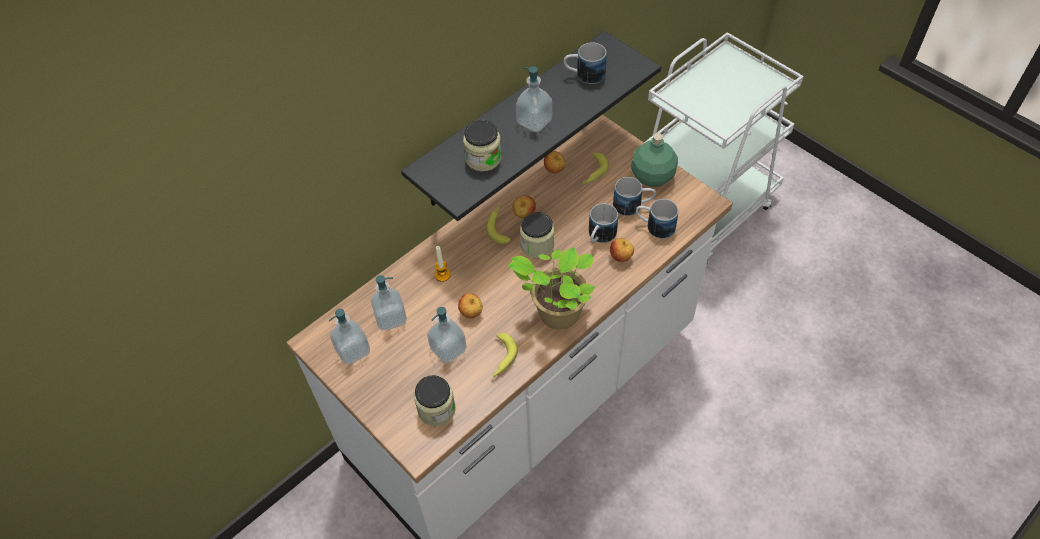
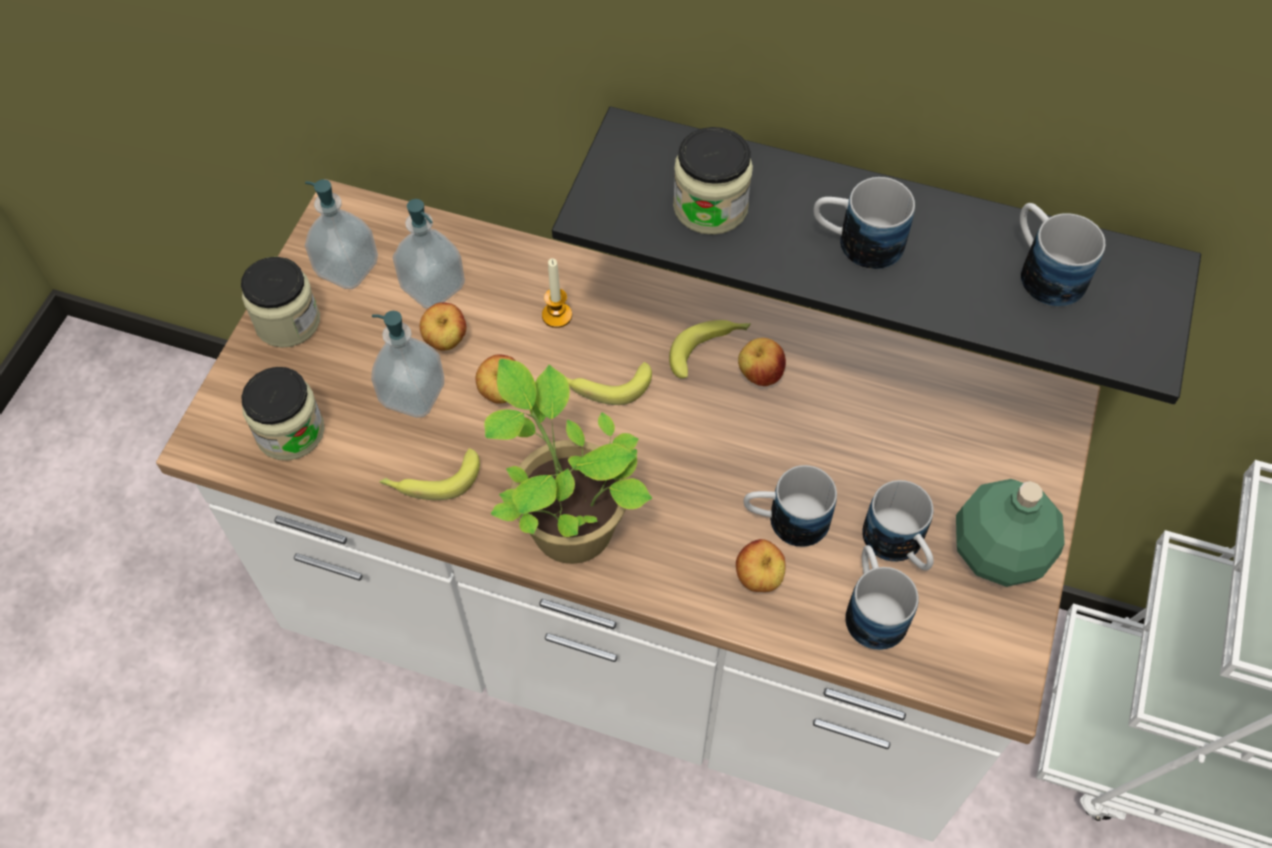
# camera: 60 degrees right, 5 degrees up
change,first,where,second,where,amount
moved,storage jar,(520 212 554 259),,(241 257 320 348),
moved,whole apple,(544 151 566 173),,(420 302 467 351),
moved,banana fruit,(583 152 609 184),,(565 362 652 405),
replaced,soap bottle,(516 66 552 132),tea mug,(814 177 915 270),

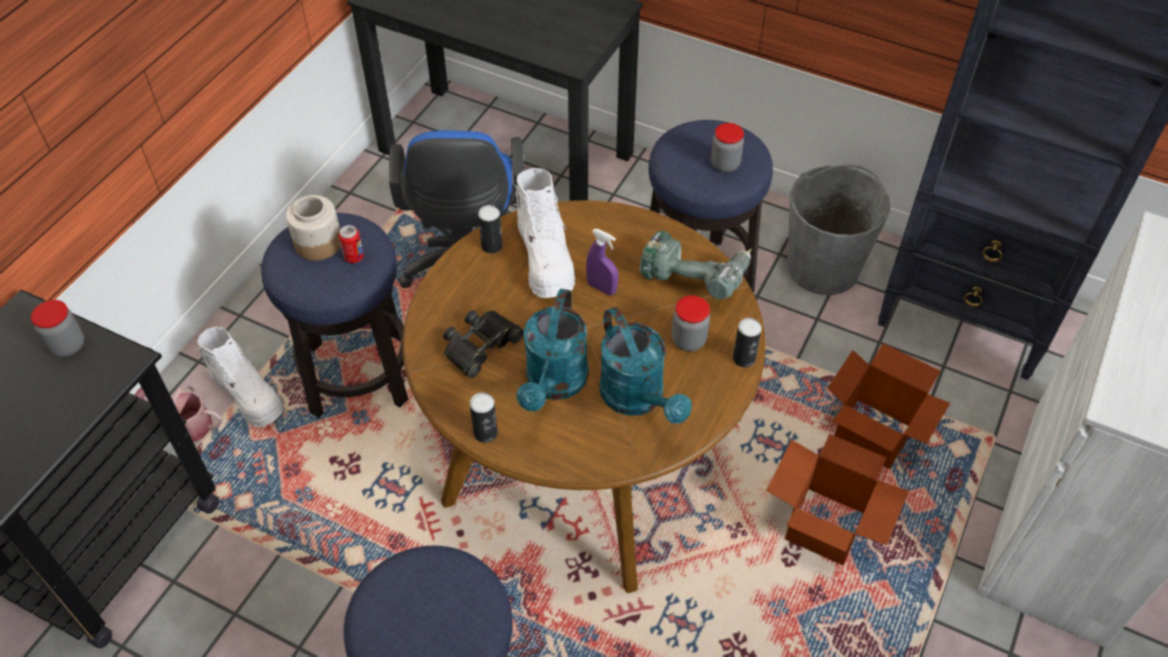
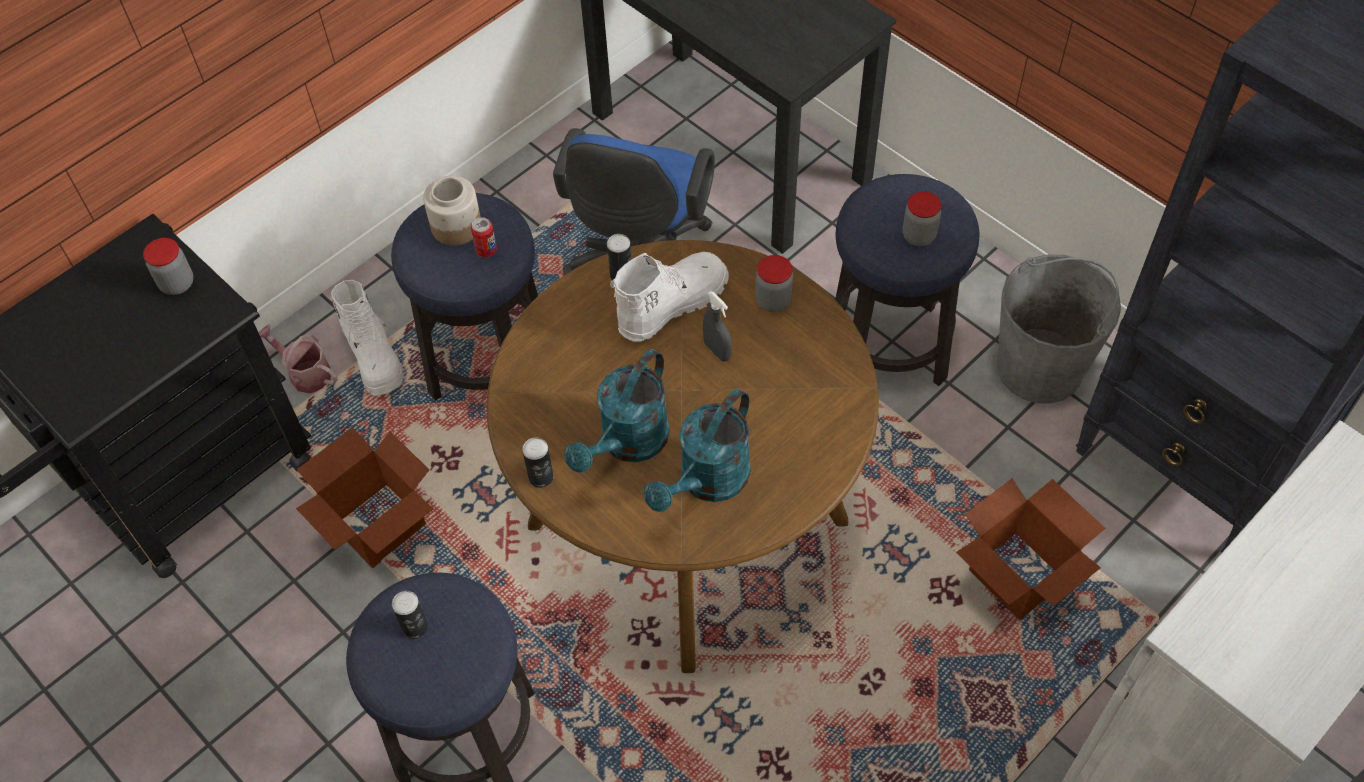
# camera: 20 degrees right, 5 degrees up
change,first,where,second,where,amount
removed,black binoculars,(443 310 524 378),,,
removed,power drill,(639 231 751 299),,,
moved,storage jar,(672 295 710 351),,(755 255 793 312),
moved,can,(733 318 762 367),,(392 591 428 639),
moved,carton,(766 434 909 565),,(296 427 433 568),
recoloured,purple-coloured hand sprayer,(586 229 618 295),greyish hand sprayer,(703 291 732 362),
turned,whitish boot,(514 168 575 298),,(610 252 729 342),135 degrees counterclockwise
turned,turquoise-coloured sprinkling can,(599 307 692 424),,(644 389 751 512),45 degrees clockwise

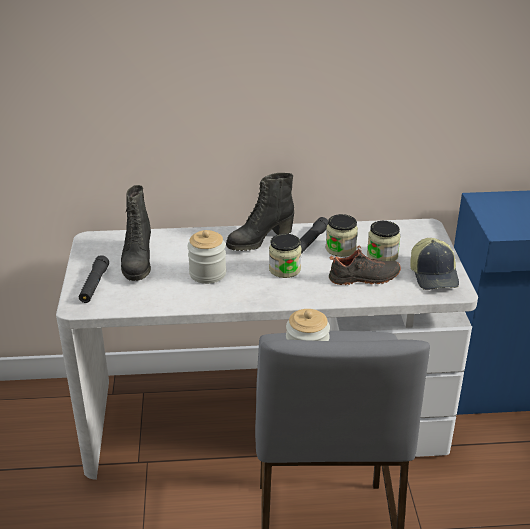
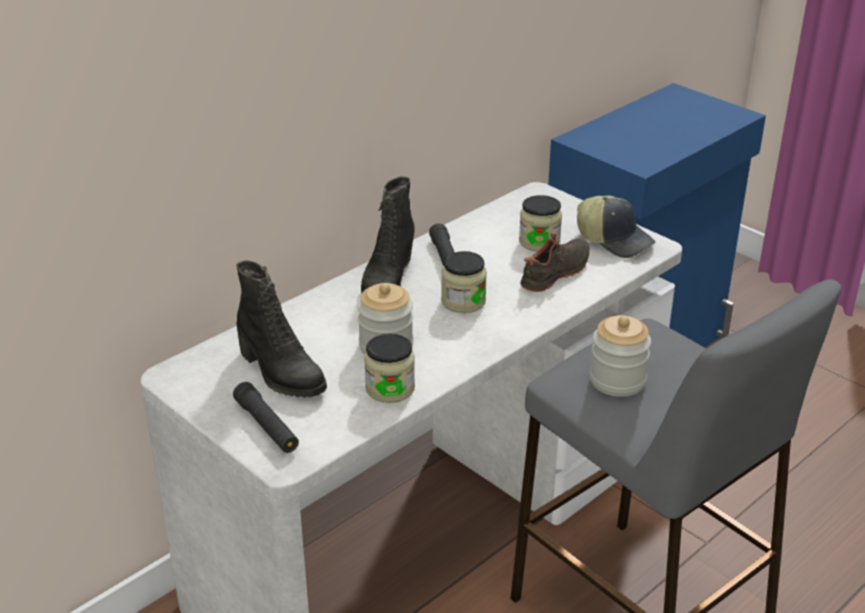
# camera: 40 degrees left, 0 degrees up
change,first,where,second,where,amount
moved,storage jar,(326 214 358 257),,(364 334 415 403),

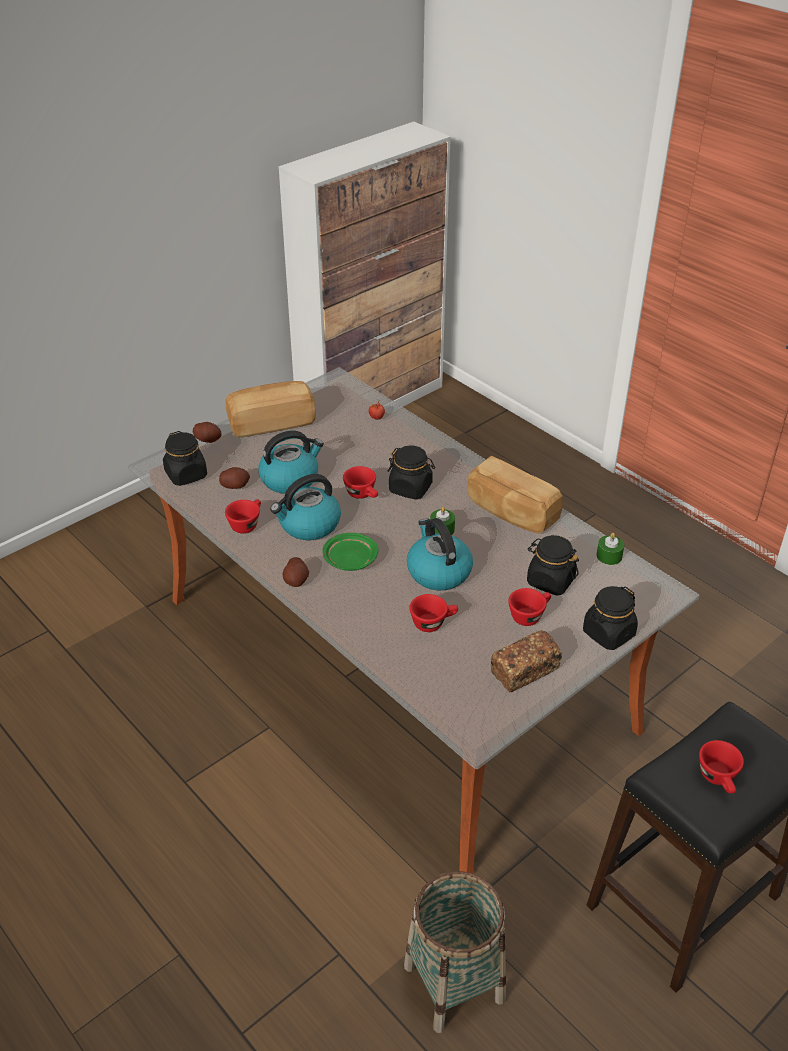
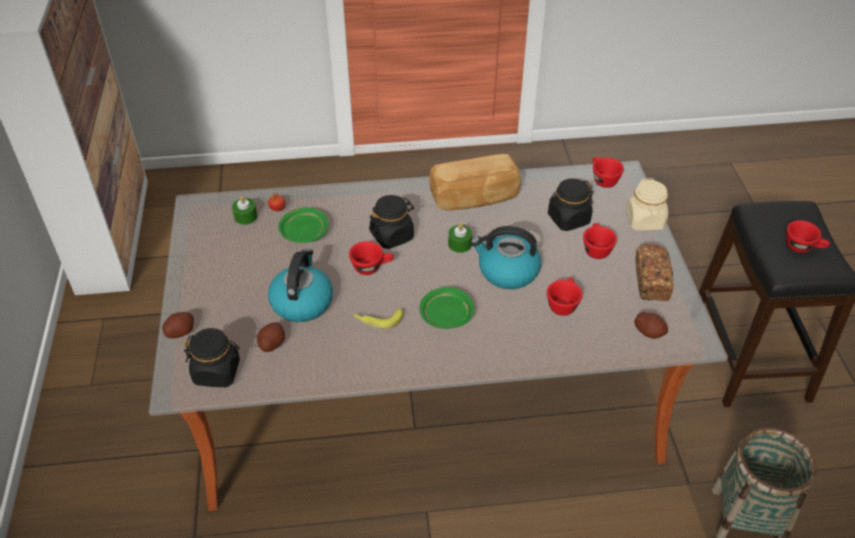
# camera: 55 degrees left, 5 degrees up
change,first,where,second,where,amount
removed,baked bread,(226 381 316 438),,,
added,,,green-coloured plate,(278 207 329 243),
moved,reddish small cup,(225 499 261 533),,(593 157 624 188),
moved,whole potato,(282 557 309 587),,(635 312 668 339),
moved,green-coloured wax candle,(596 533 625 565),,(232 196 257 225),
replaced,tea kettle,(270 474 341 540),banana fruit,(353 308 403 329),
recoloured,black storage jar,(583 586 638 650),beige storage jar,(625 178 668 231),

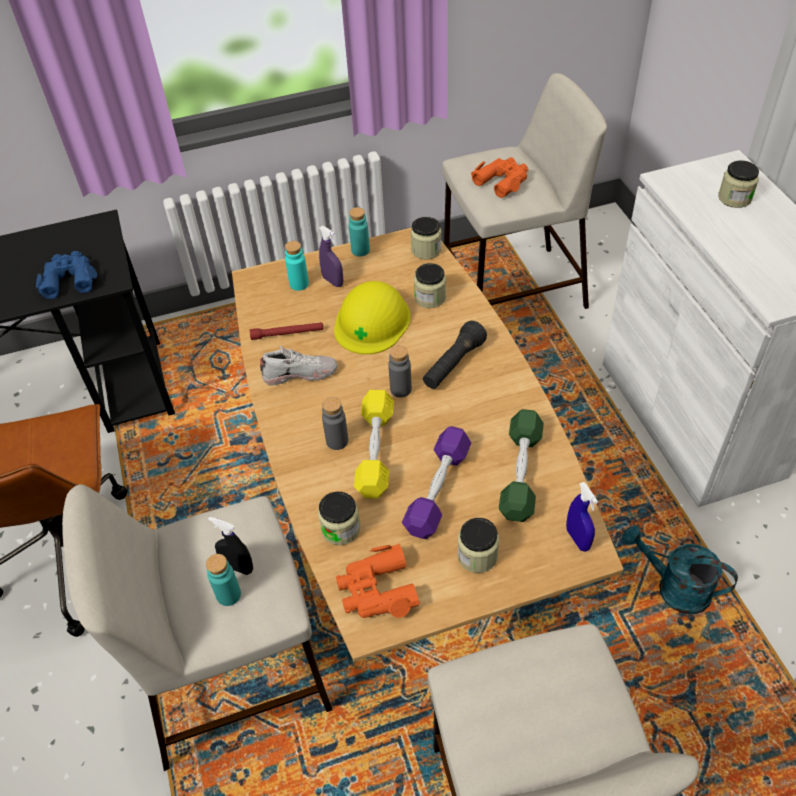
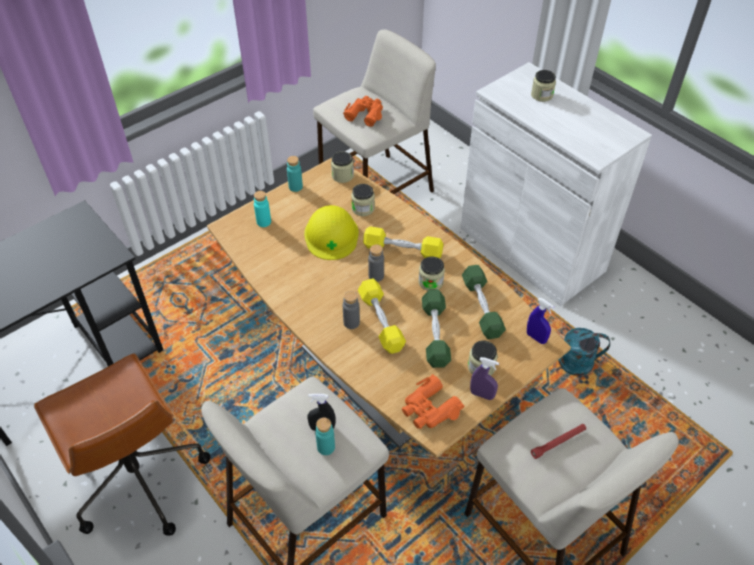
# camera: 25 degrees left, 0 degrees up
change,first,where,second,where,amount
removed,blue binoculars,(36 251 97 299),,,
removed,whitish item of footwear,(260 346 337 385),,,
moved,reddish flashlight,(250 322 323 340),,(531 424 586 459),
moved,storage jar,(318 492 361 545),,(419 257 445 291),
moved,purple-coloured hand sprayer,(319 226 343 287),,(470 357 499 400),
replaced,black flashlight,(423 321 487 389),yellow-coloured dumbbell,(363 226 443 259),
recoloured,purple-coloured dumbbell,(402 426 471 539),green-coloured dumbbell,(422 289 451 368),

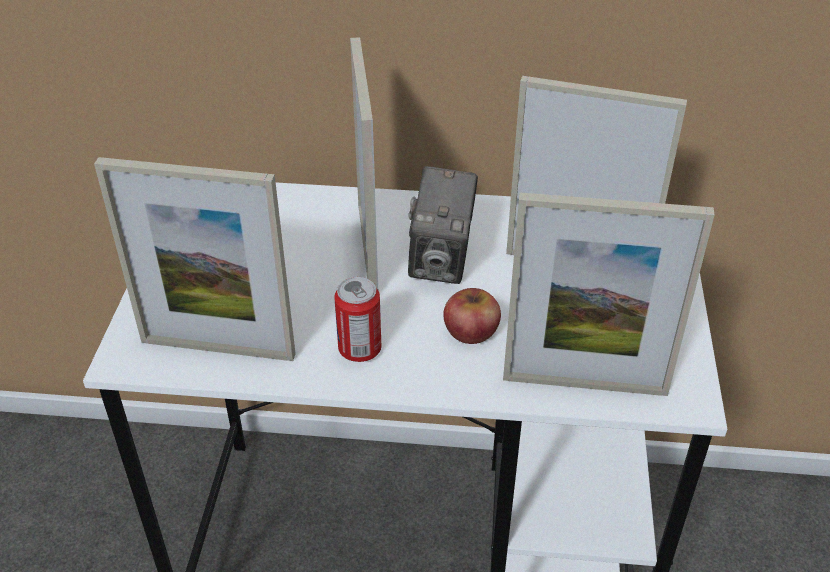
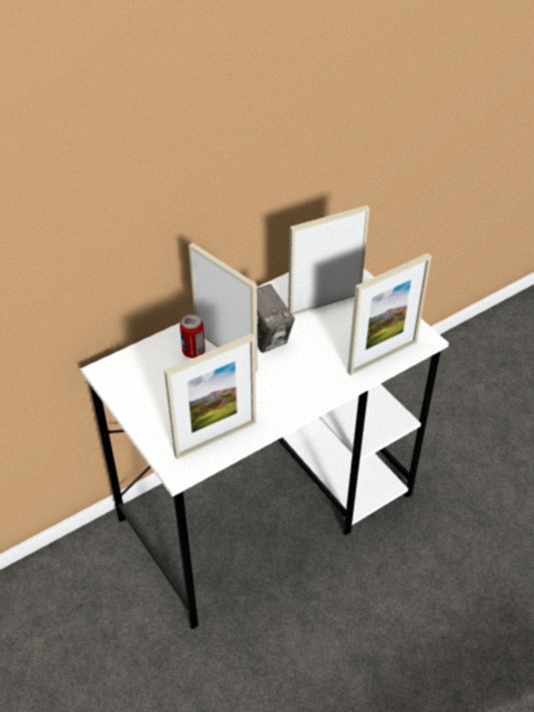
# camera: 40 degrees left, 5 degrees up
change,first,where,second,where,amount
removed,whole apple,(443 288 501 344),,,
moved,can,(334 277 381 362),,(180 314 205 358),

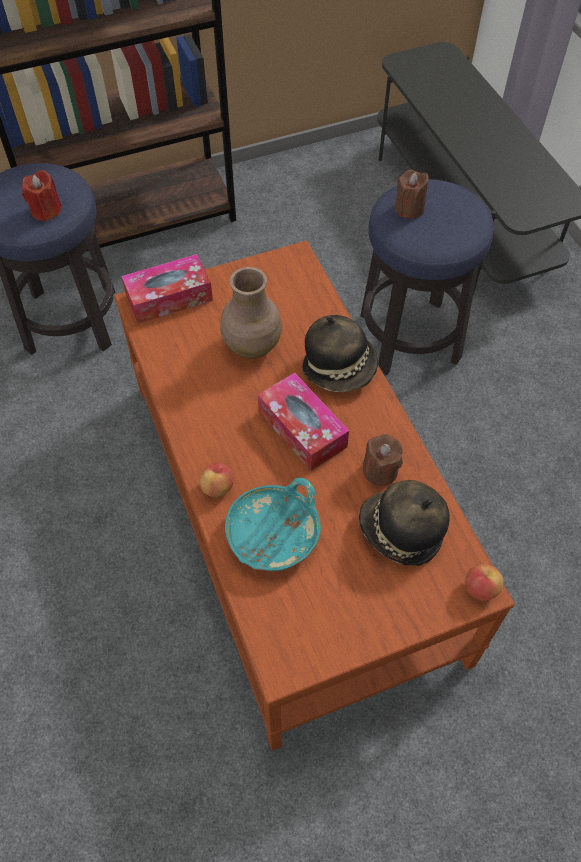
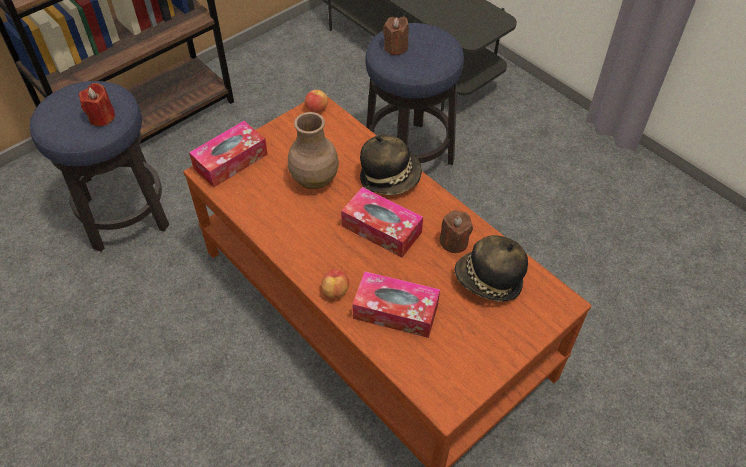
# camera: 20 degrees left, 5 degrees down
change,first,where,second,where,amount
moved,whole apple,(465 564 504 601),,(304 90 328 113),
replaced,turquoise-coloured deep dish,(225 478 321 571),tissue box,(352 271 440 338),

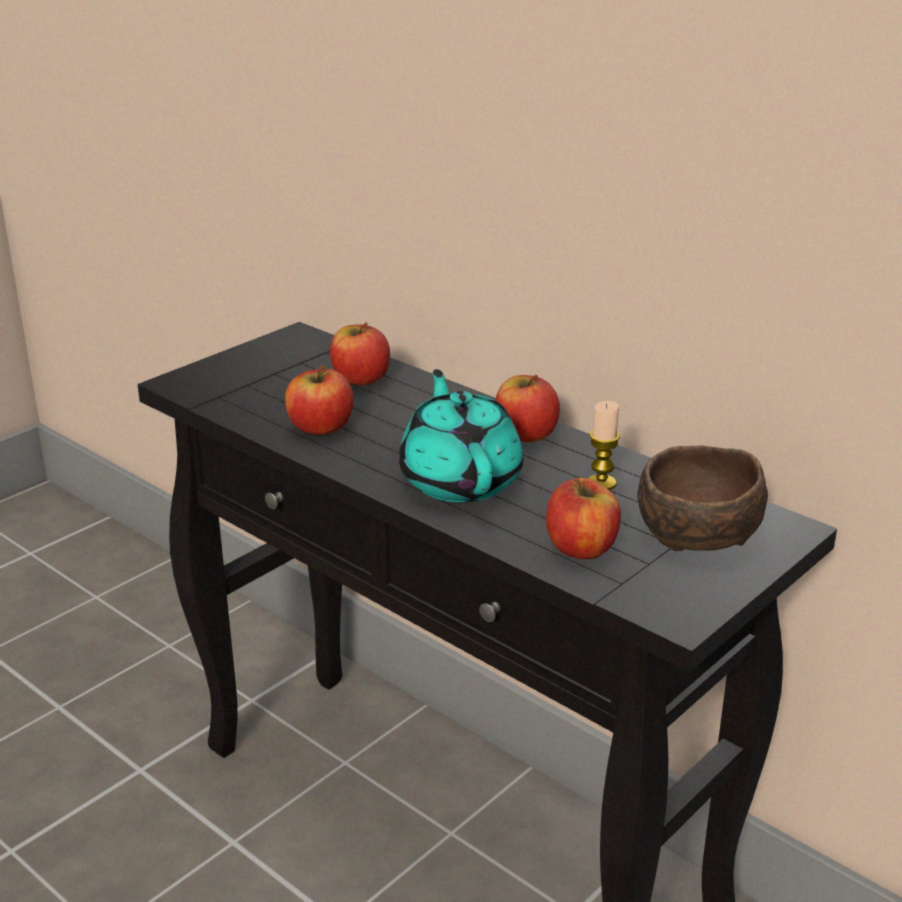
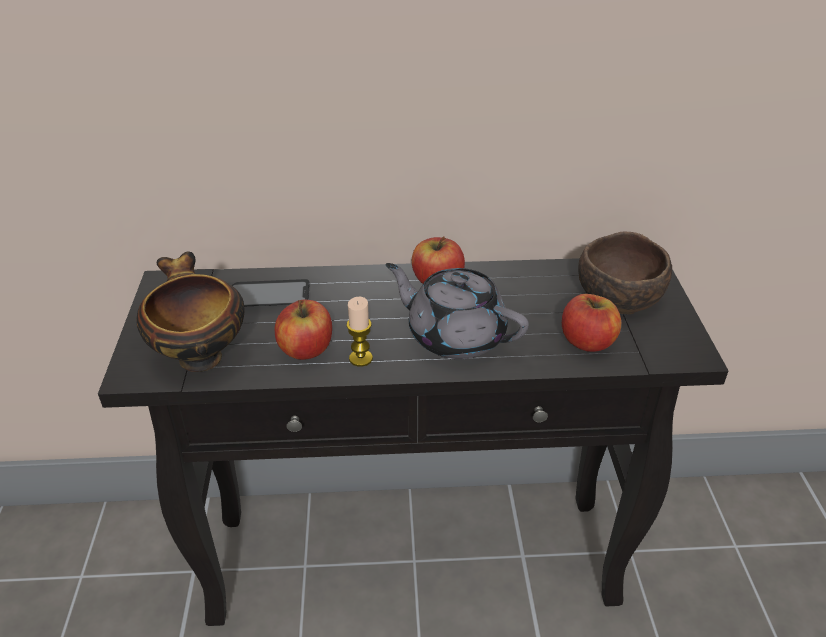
# camera: 45 degrees left, 10 degrees up
change,first,where,second,where,amount
added,,,deep dish,(136 251 244 372),
moved,wax candle,(588 401 620 490),,(346 297 373 367),
replaced,whole apple,(330 322 390 385),handset,(231 279 310 307),
recoloured,turquoise-coloured teapot,(399 369 523 502),greyish teapot,(386 263 529 359),

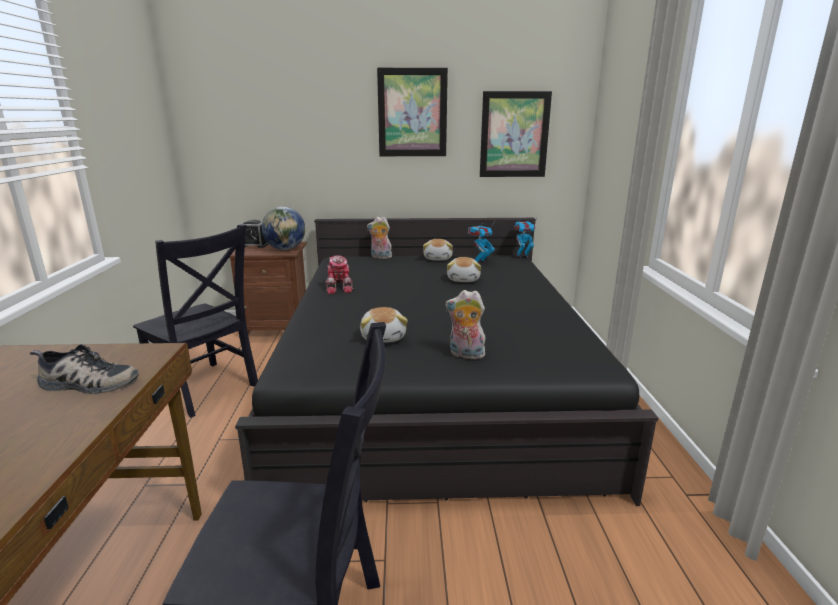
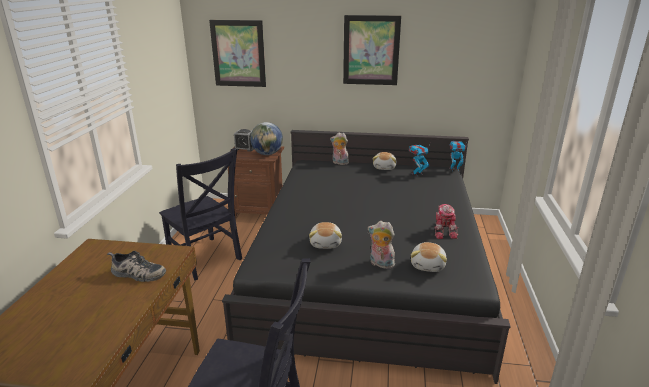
# camera: 10 degrees right, 5 degrees up
change,first,where,second,where,amount
moved,robot figure,(325 255 353 294),,(434 204 458 239),
moved,plush toy,(447 257 481 282),,(411 242 447 272),
moved,wall picture,(480 91 552 177),,(209 20 266 87),

